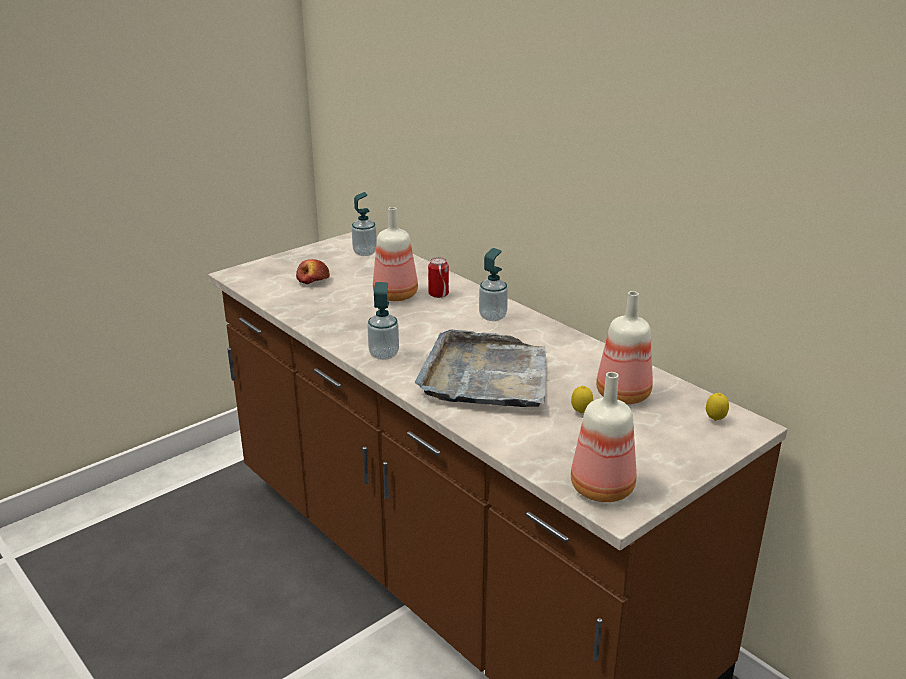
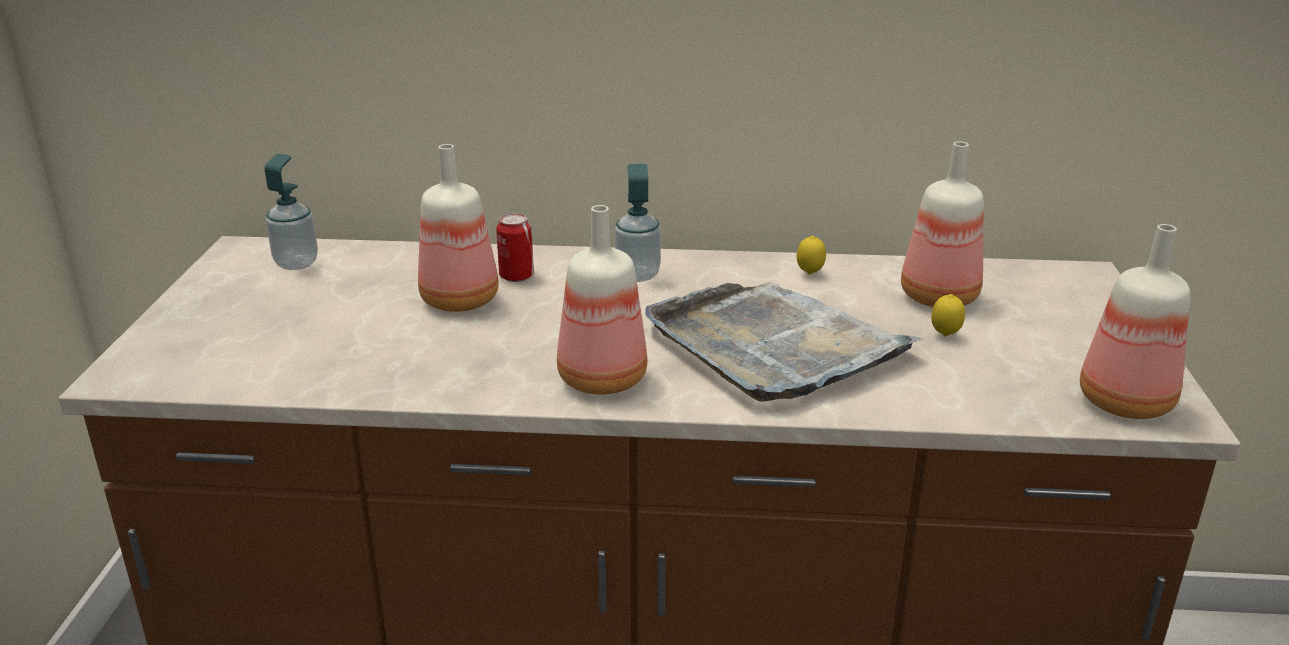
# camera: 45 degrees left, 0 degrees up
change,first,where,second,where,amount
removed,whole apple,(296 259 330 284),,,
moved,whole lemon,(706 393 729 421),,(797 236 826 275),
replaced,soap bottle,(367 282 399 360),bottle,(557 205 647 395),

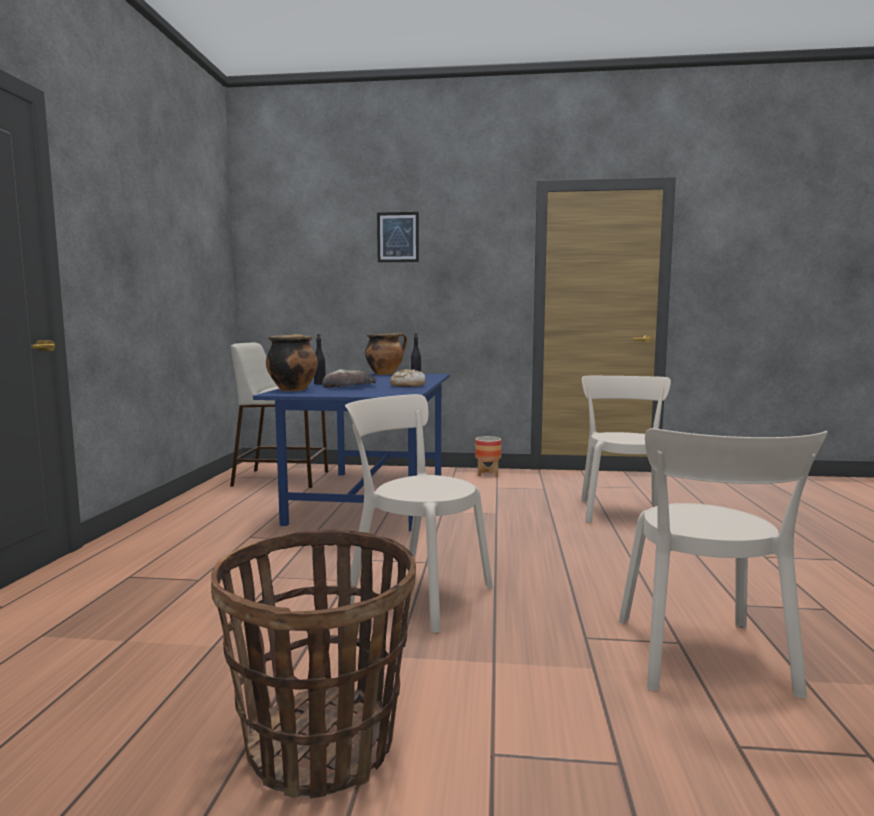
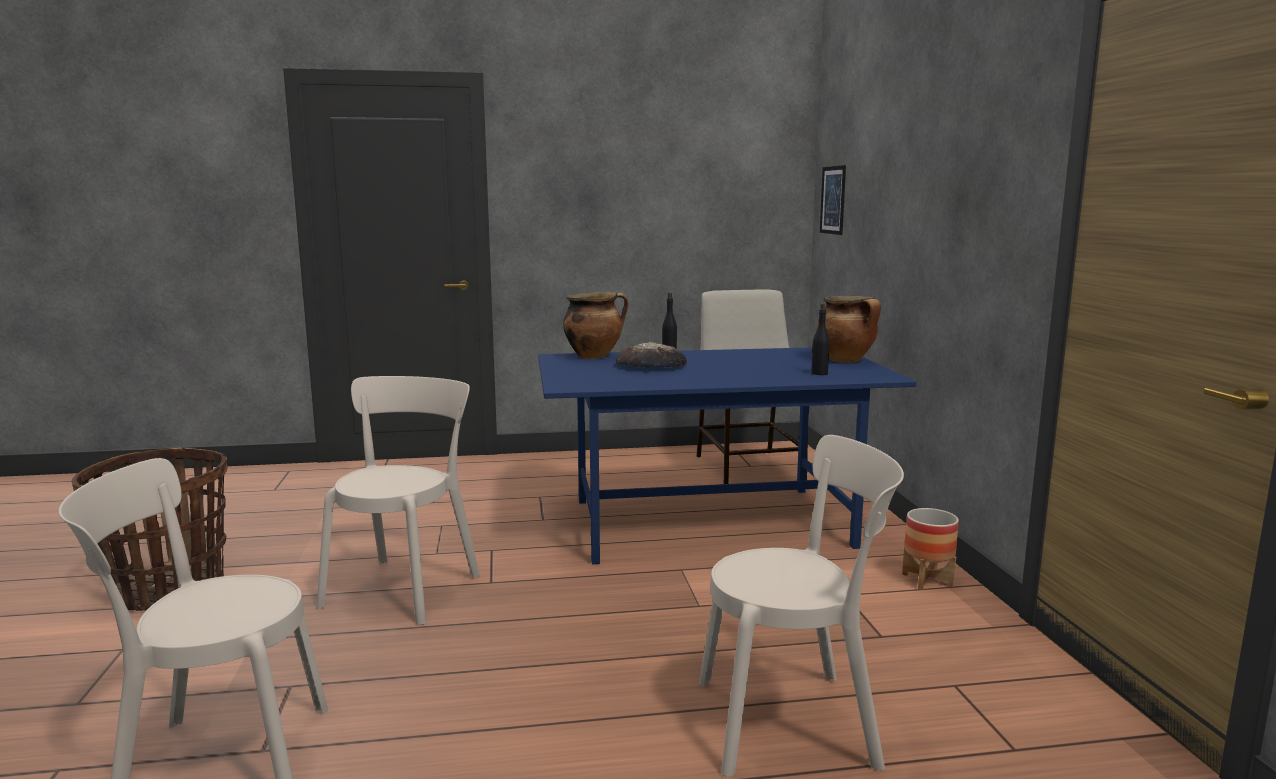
# camera: 75 degrees right, 5 degrees up
change,first,where,second,where,amount
removed,baked bread,(390 369 426 387),,,
moved,wall picture,(377 212 419 262),,(820 165 846 235),

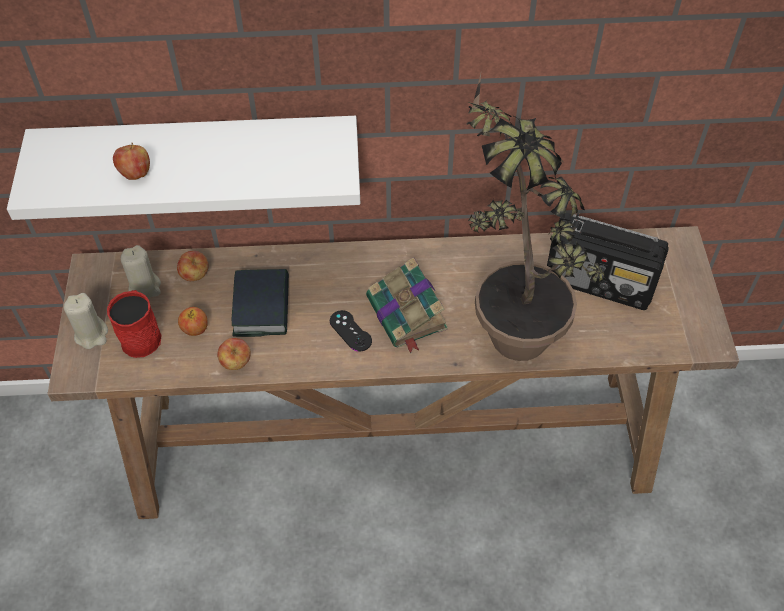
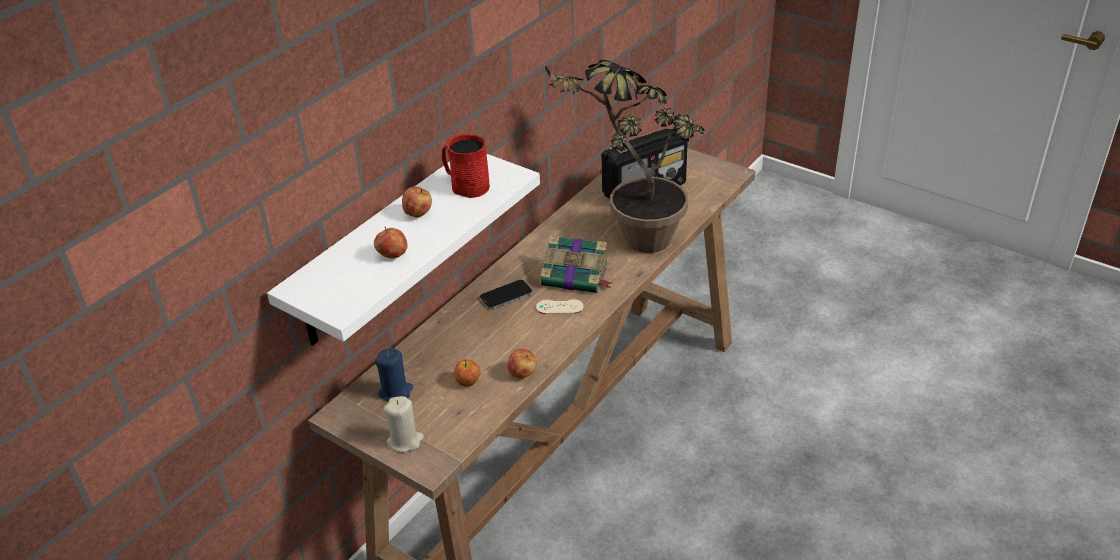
# camera: 50 degrees left, 15 degrees down
change,first,where,second,where,amount
removed,volume,(232 269 289 337),,,
added,,,handset,(480 280 532 309),
moved,reddish tea mug,(107 290 161 358),,(442 134 490 198),
moved,whole apple,(177 251 208 281),,(402 187 432 218),
recoloured,beige wax candle,(121 245 161 299),blue wax candle,(375 348 413 401),
recoloured,black gamepad,(330 310 372 352),beige gamepad,(536 299 584 314),

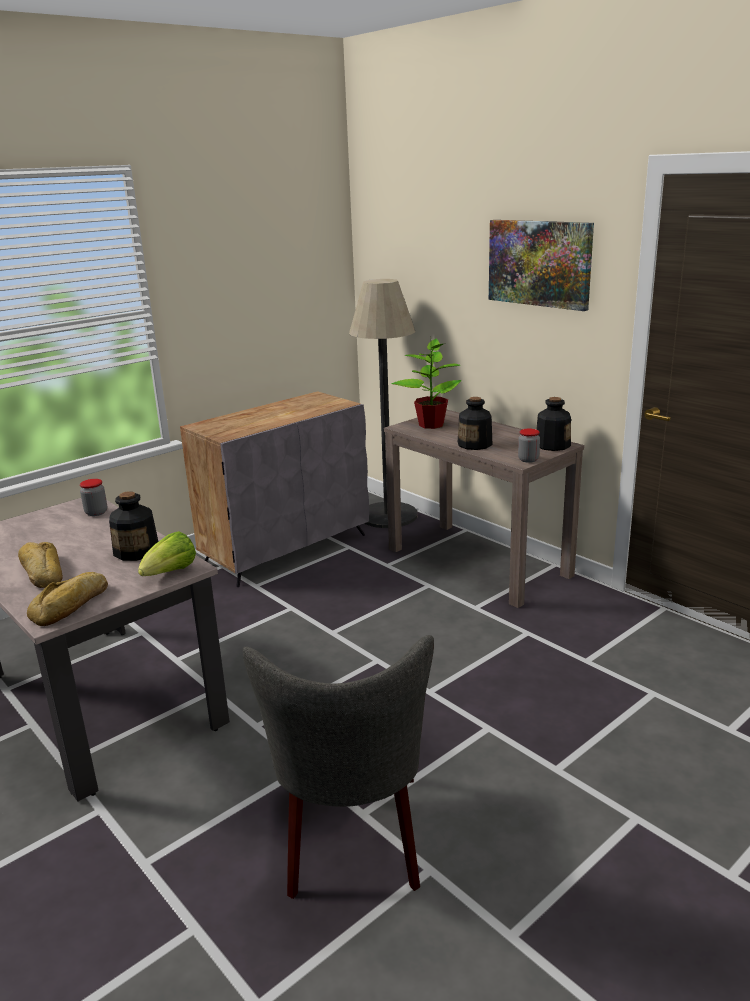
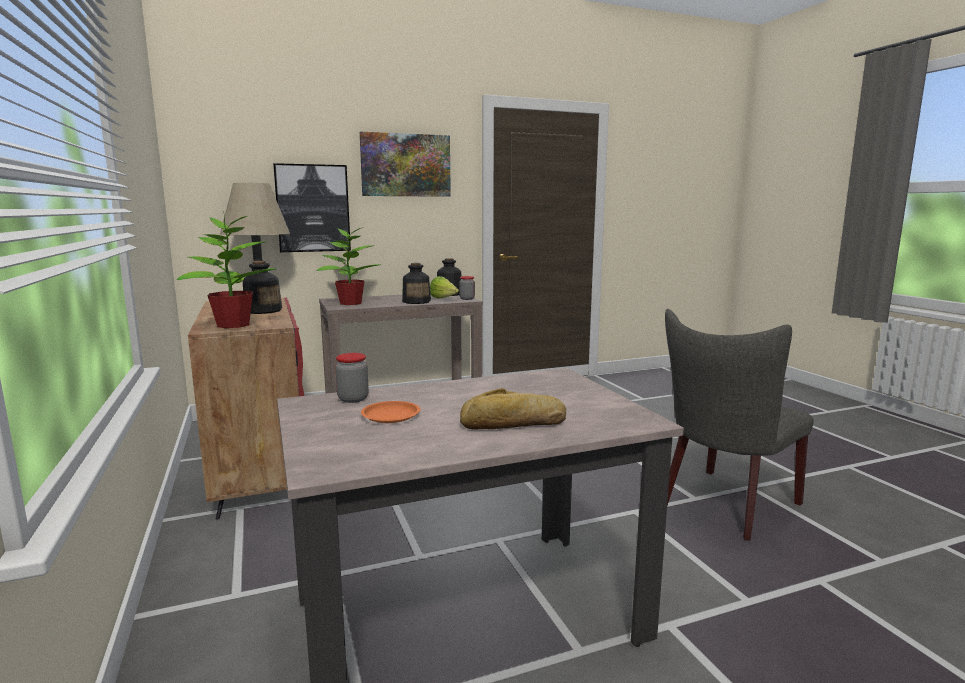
# camera: 70 degrees left, 10 degrees down
change,first,where,second,where,amount
removed,baked bread,(27 572 108 626),,,
added,,,potted plant,(177 210 276 328),
added,,,wall picture,(273 163 351 252),
added,,,orangey plate,(361 401 420 423),
moved,bottle,(109 491 159 561),,(243 261 282 314),
moved,lettuce,(138 531 196 576),,(430 276 459 298),
recoloured,greyish cabinet,(180 391 369 587),reddish cabinet,(188 298 305 520),
turned,greyish upright chair,(243 635 434 899),,(665 309 814 541),120 degrees clockwise

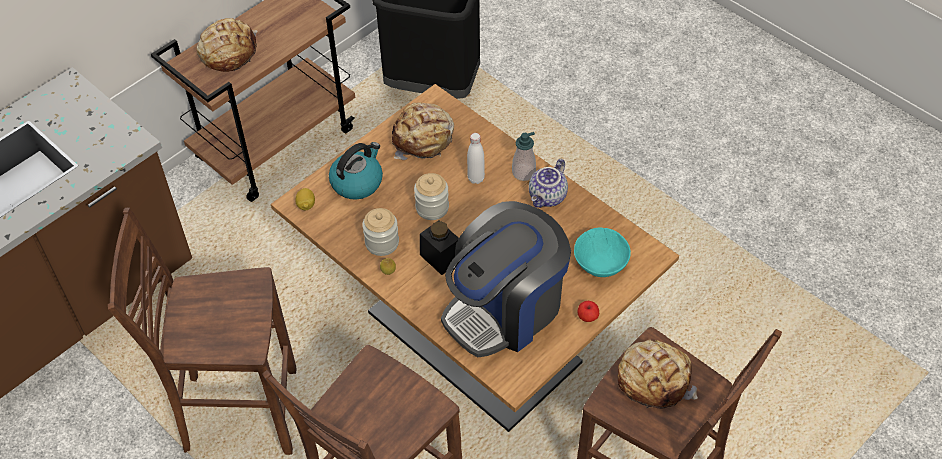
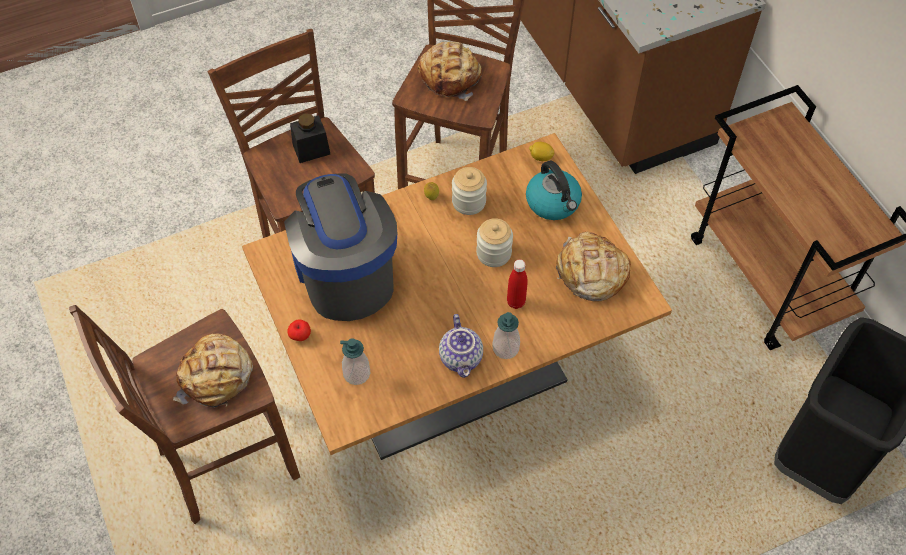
# camera: 110 degrees right, 5 degrees up
change,first,where,second,where,amount
moved,baked bread,(197 18 257 72),,(417 42 482 101),
moved,black storage jar,(420 220 459 275),,(290 114 330 163),
replaced,turquoise-coloured deep dish,(574 228 631 277),soap bottle,(340 338 371 385),
recoloured,whitish bottle,(467 133 485 184),reddish bottle,(507 259 528 309),
turned,teapot,(529 159 568 208),,(439 314 483 378),150 degrees counterclockwise

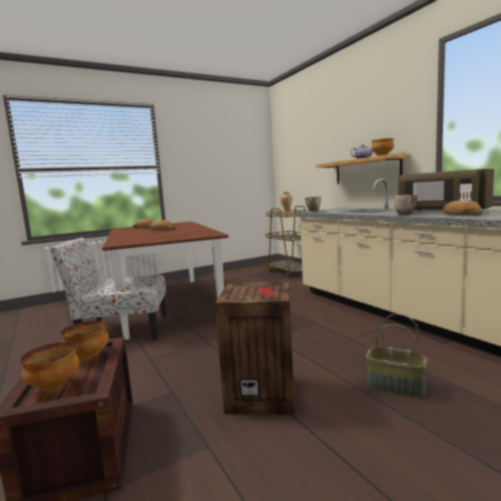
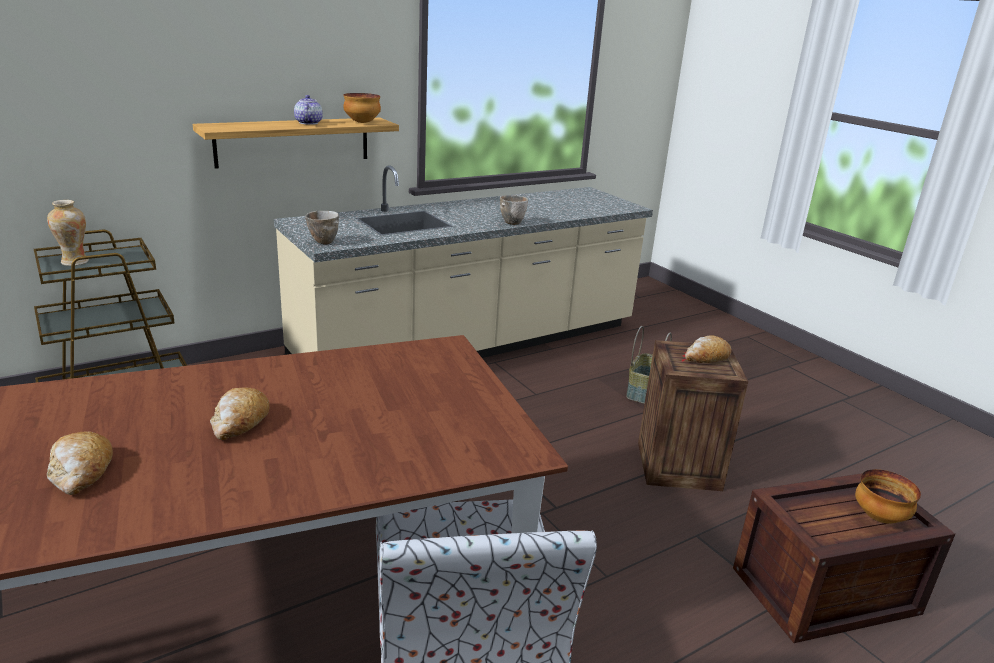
# camera: 95 degrees left, 15 degrees up
change,first,where,second,where,amount
removed,deep dish,(61 321 109 359),,,
removed,brownish kitchen microwave,(398 169 494 212),,,
moved,baked bread,(443 200 483 215),,(685 335 731 363),

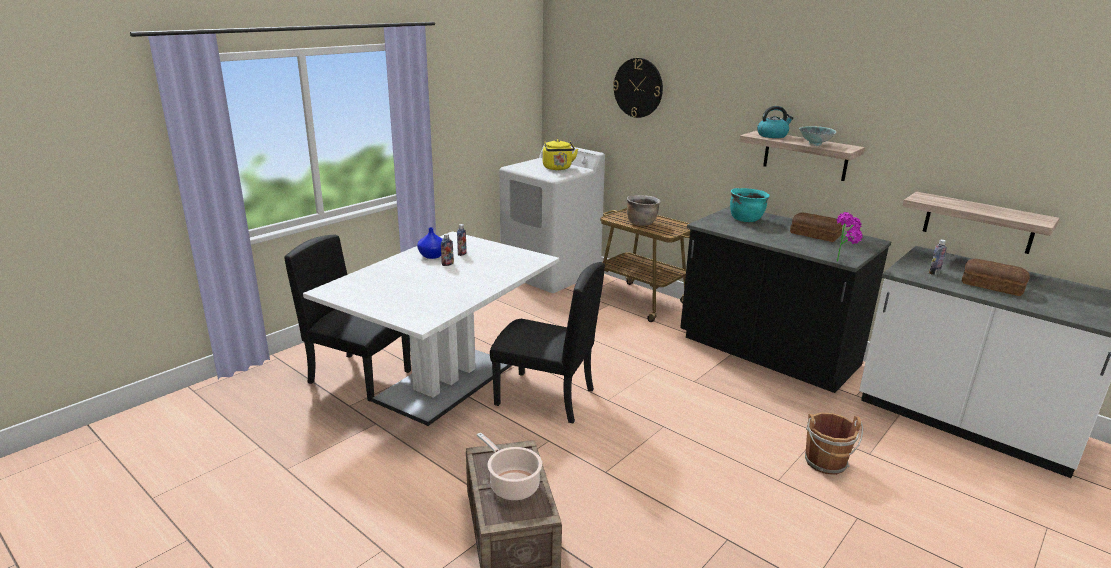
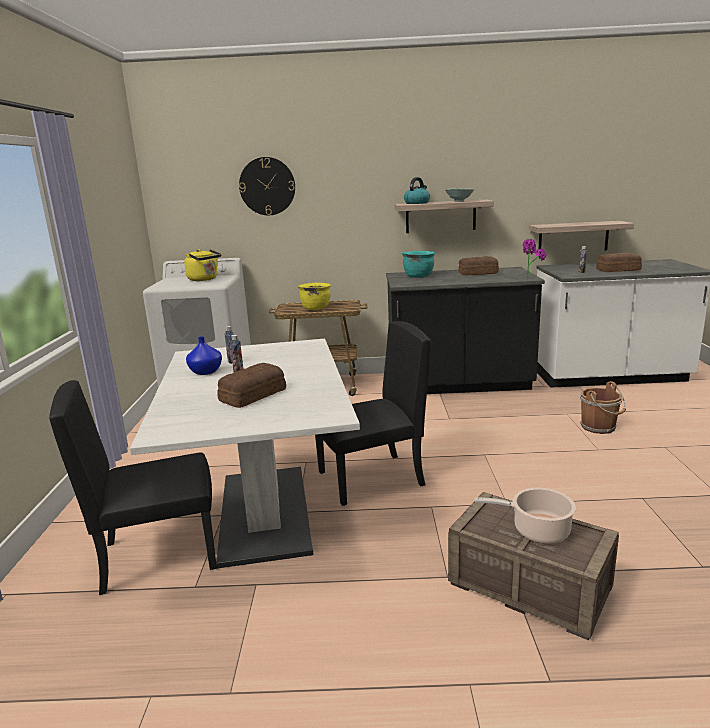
# camera: 40 degrees left, 5 degrees down
change,first,where,second,where,amount
added,,,baked bread,(217 363 286 408),
recoloured,brownish cooking pot,(627 195 661 226),yellow-coloured cooking pot,(298 283 331 310),

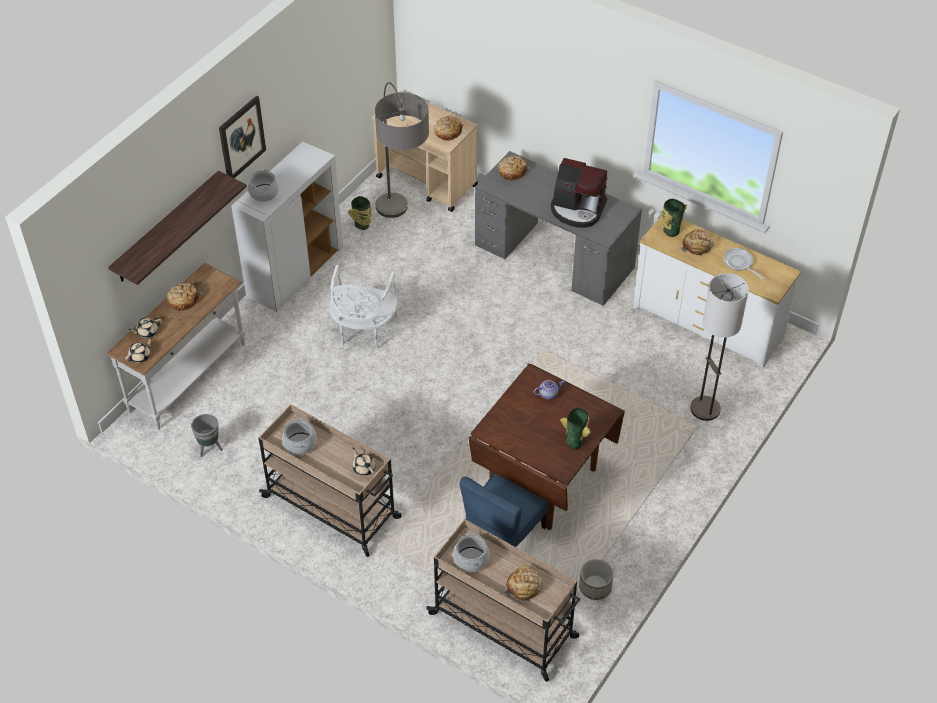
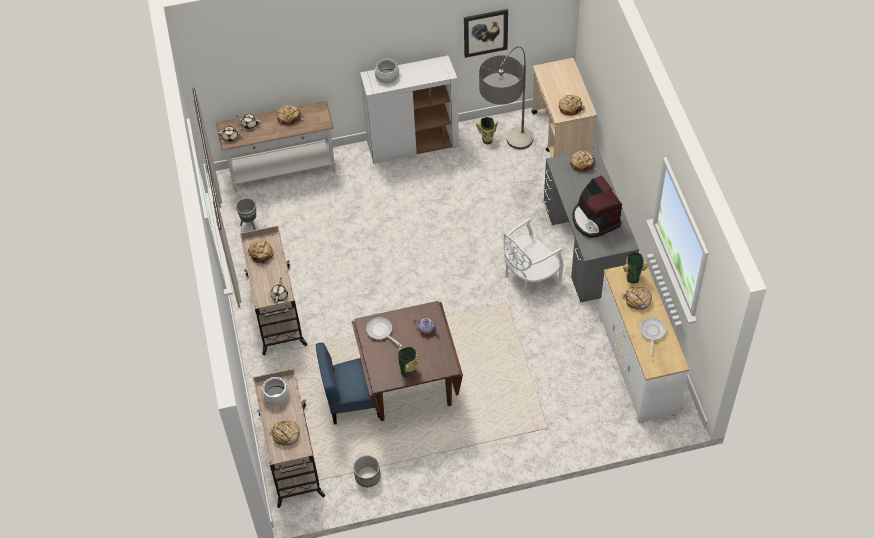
# camera: 45 degrees right, 5 degrees up
change,first,where,second,where,amount
removed,shelf,(108 171 247 285),,,
removed,floor lamp,(690 273 749 421),,,
added,,,frying pan,(366 317 402 347),
moved,wall picture,(219 96 266 178),,(464 9 508 58),
moved,whitish upright chair,(329 265 398 350),,(504 218 564 295),
replaced,cooking pot,(282 418 317 455),baked bread,(248 240 274 266),

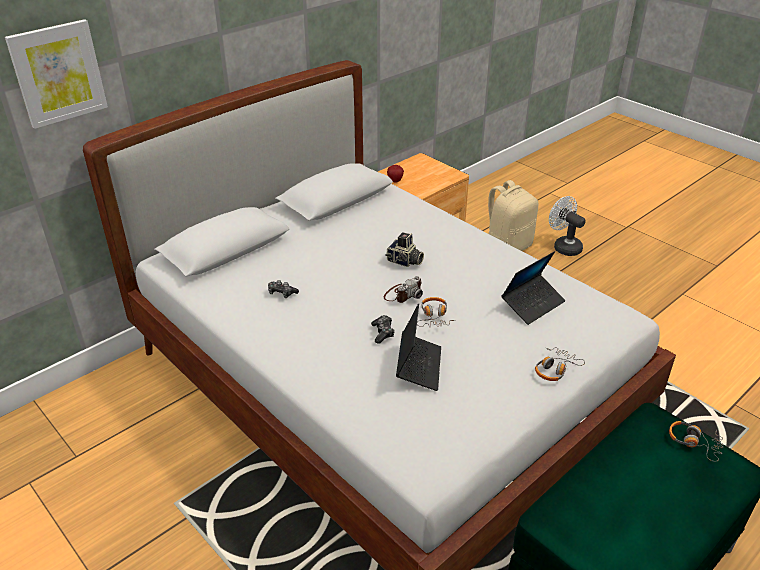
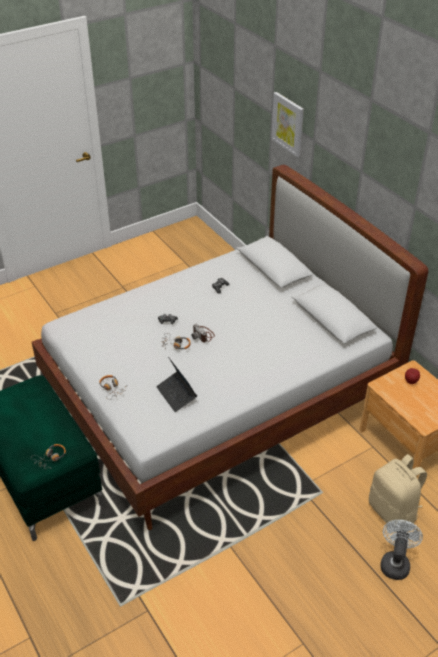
# camera: 100 degrees right, 5 degrees up
change,first,where,second,where,amount
removed,photo camera,(385 232 424 267),,,
removed,laptop,(396 303 441 391),,,
turned,whitish fan,(549 196 586 256),,(380 520 423 580),45 degrees counterclockwise

